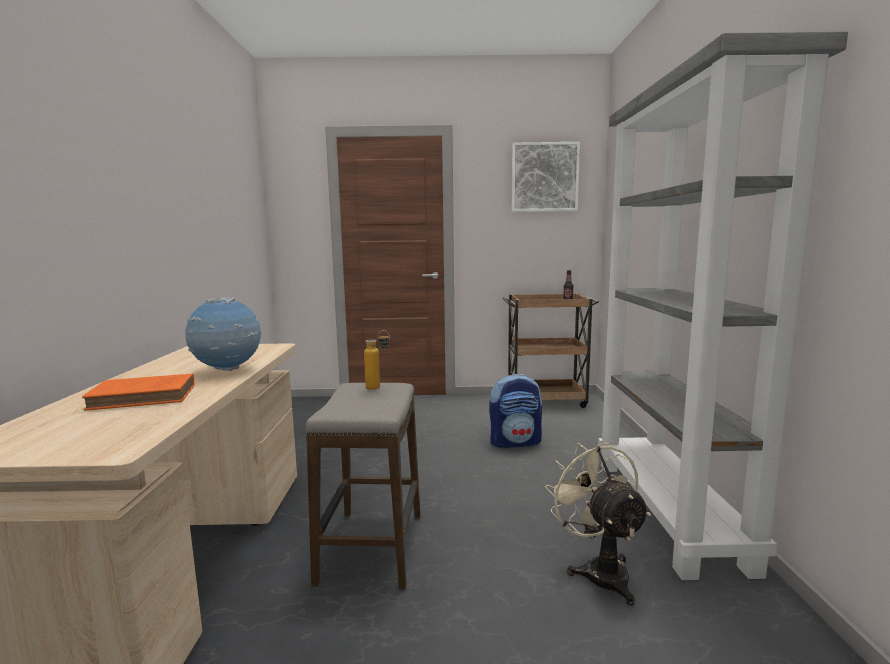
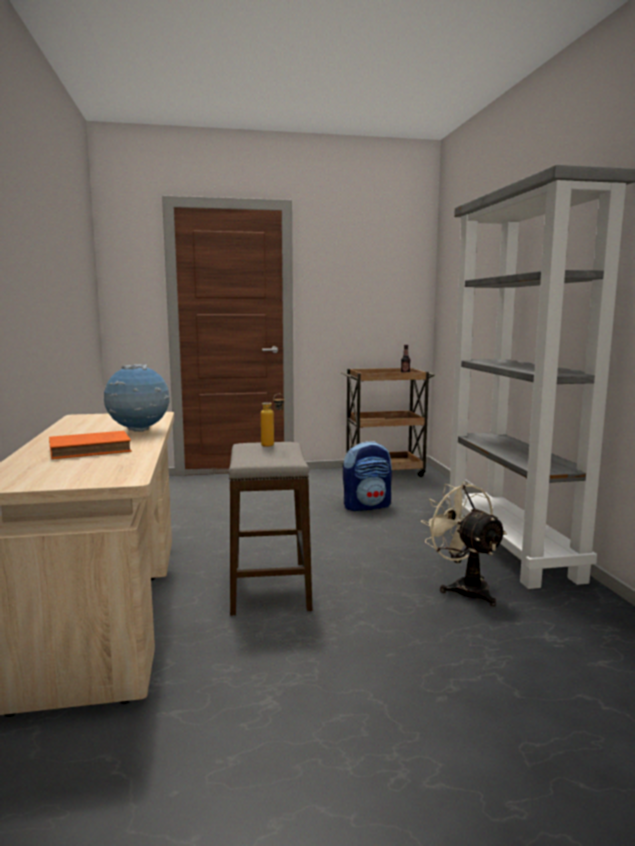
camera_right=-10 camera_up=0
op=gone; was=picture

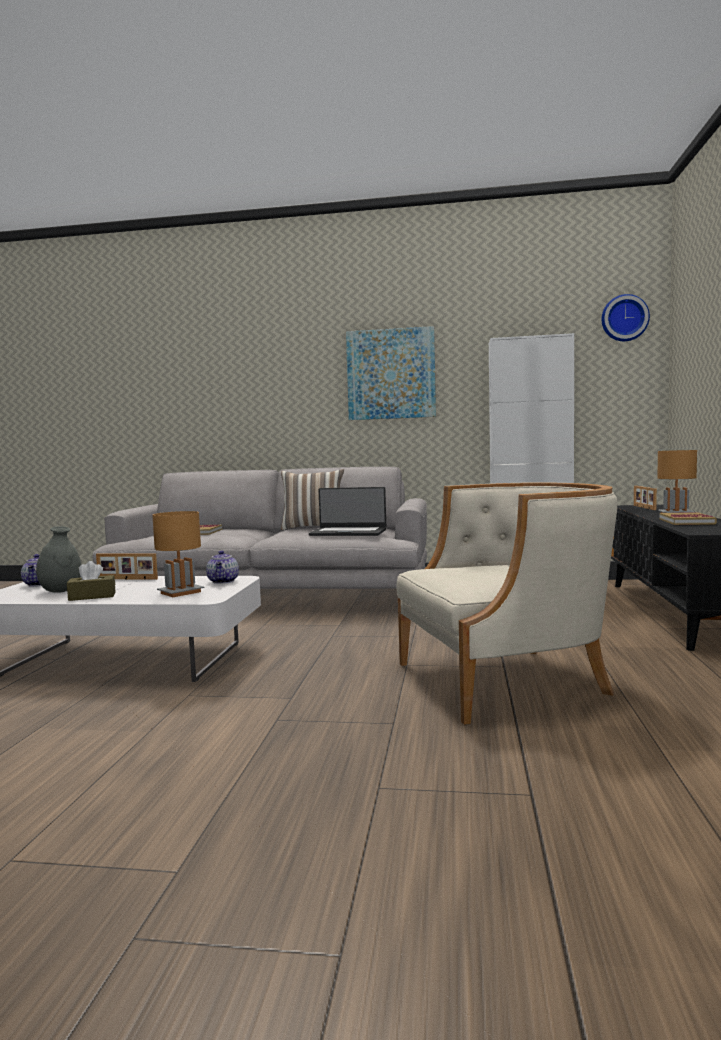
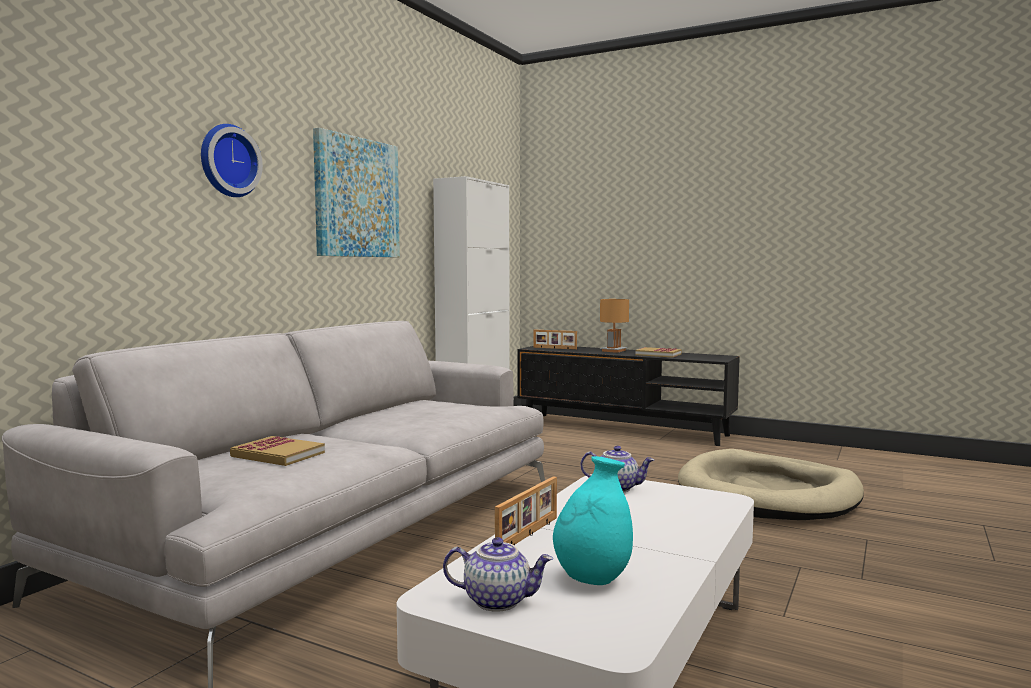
camera_right=-70 camera_up=0
op=shifted; was=wall clock
op=repainted; was=vase in grey; now=vase in turquoise
op=swapped; was=armchair in beige; now=dog bed in beige
op=gone; was=tissue box in brown
op=gone; was=table lamp in brown (no. 1 from left)
op=gone; was=pillow
op=gone; was=laptop

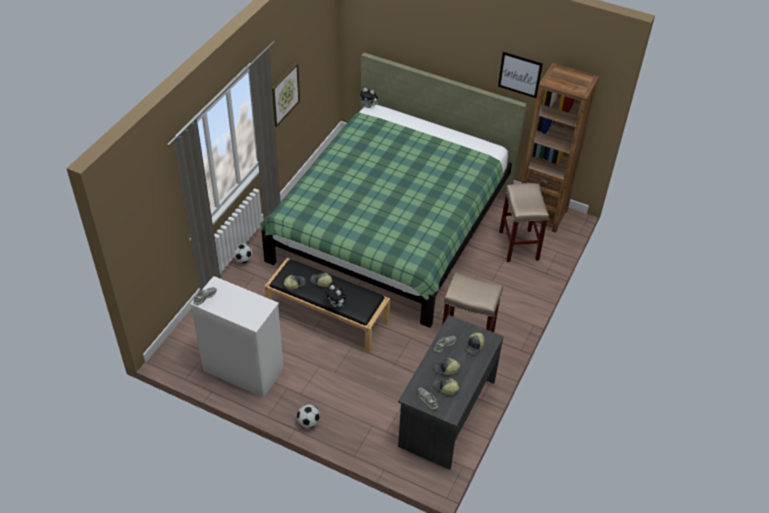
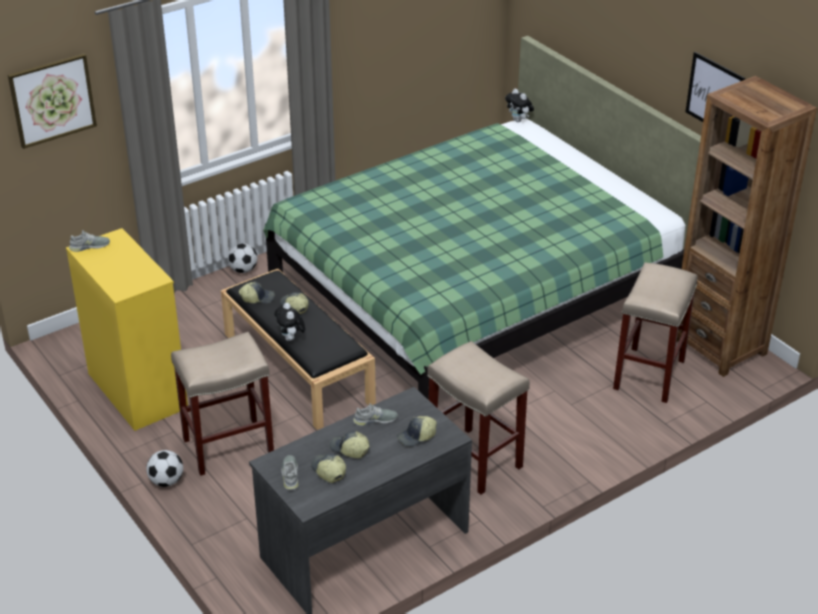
camera_right=30 camera_up=-10
op=shifted; was=picture (no. 1 from left)
op=repainted; was=dresser in white; now=dresser in yellow
op=new; now=stool in beige (no. 1 from left)

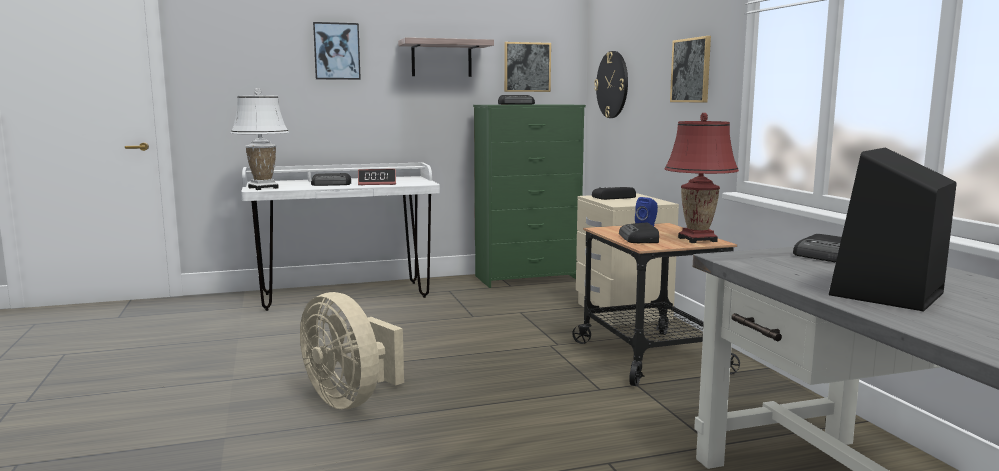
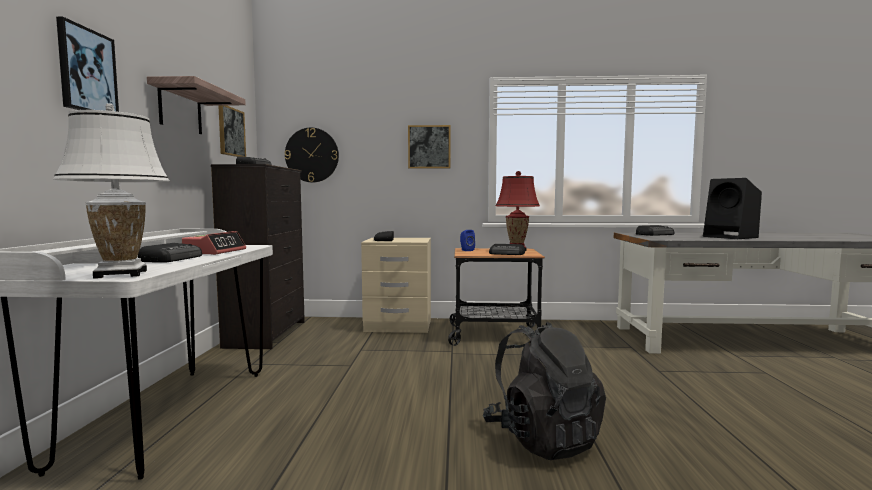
camera_right=-70 camera_up=-5
op=repainted; was=dresser in green; now=dresser in black
op=swapped; was=fan in beige; now=backpack in black

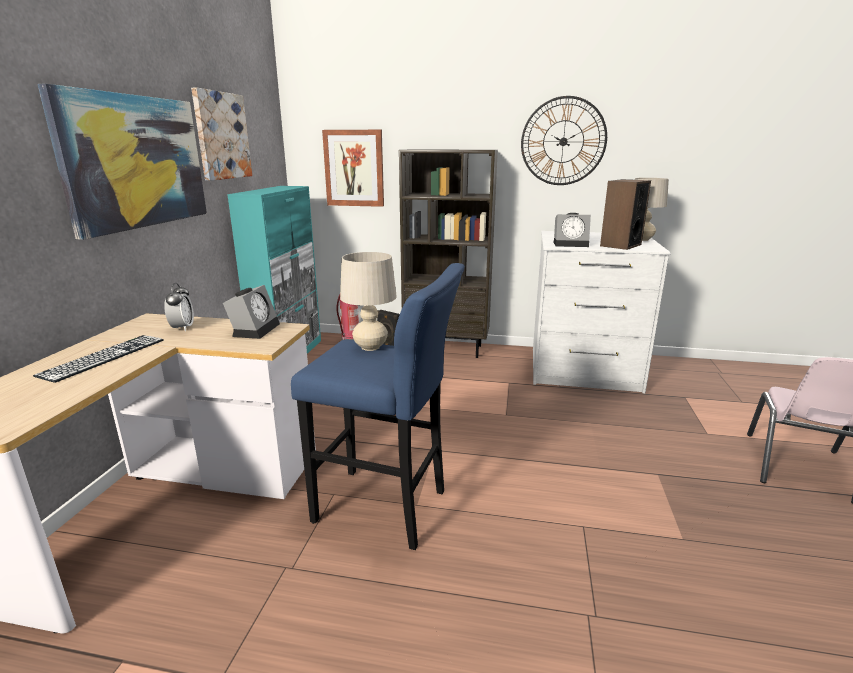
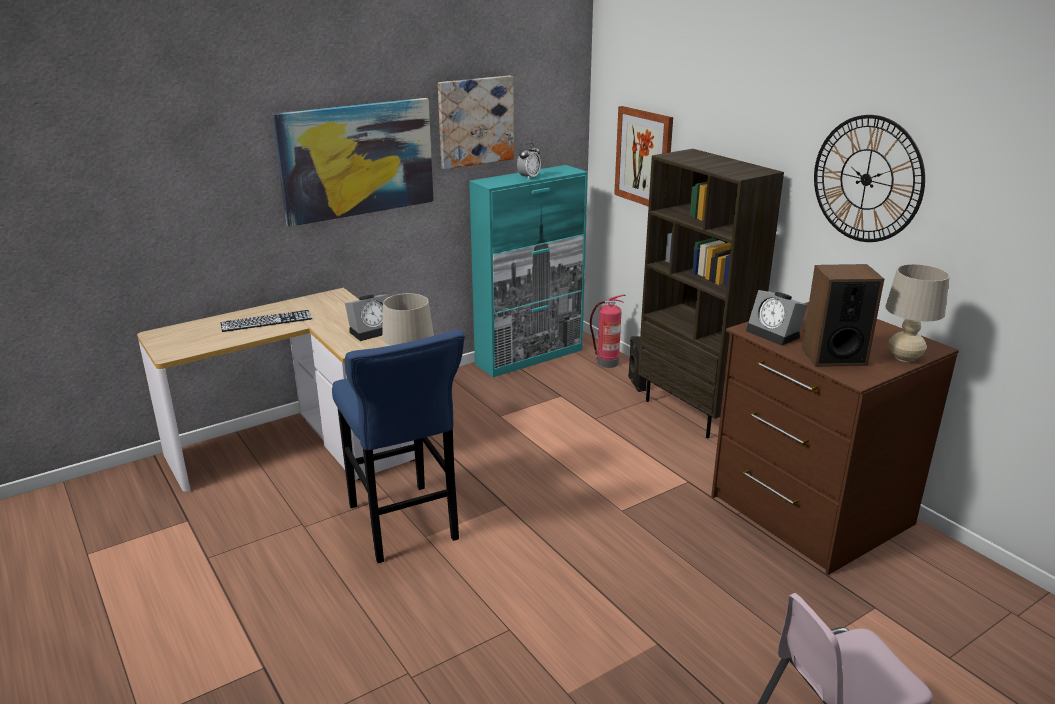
camera_right=45 camera_up=5
op=shifted; was=alarm clock (no. 1 from left in the first image); now=alarm clock (no. 2 from left)
op=repainted; was=dresser in white; now=dresser in brown

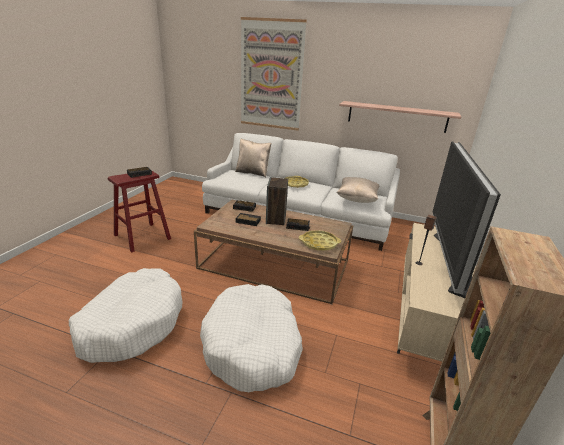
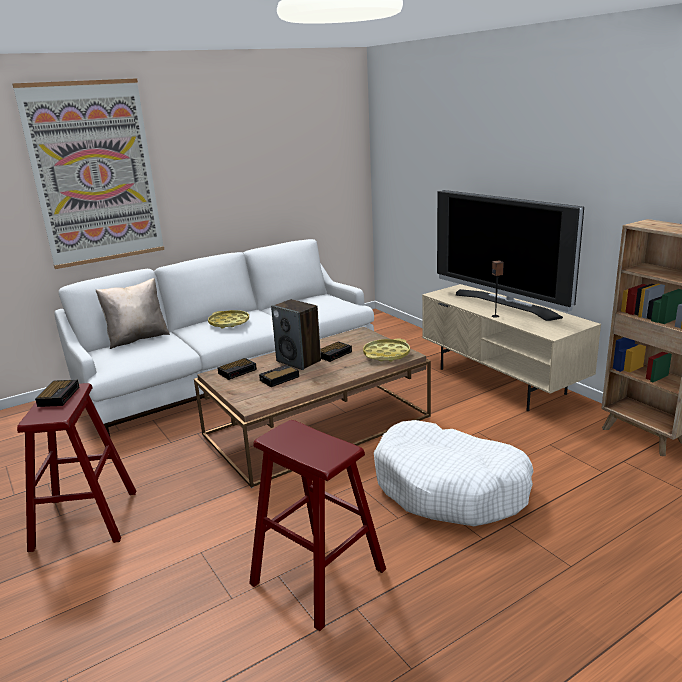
camera_right=-50 camera_up=-5
op=swapped; was=dog bed in white (no. 1 from left); now=stool in red (no. 2 from left)
op=gone; was=pillow in beige (no. 2 from left)
op=gone; was=shelf

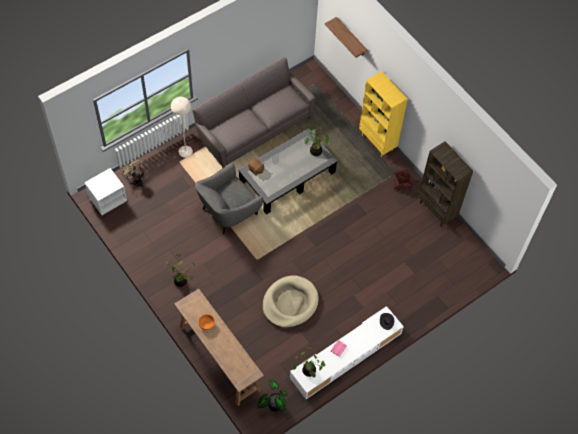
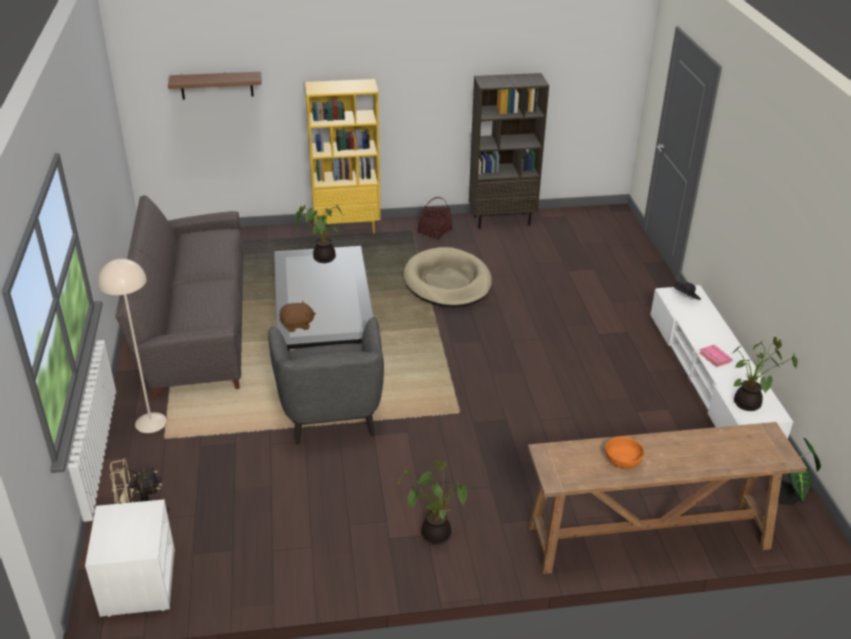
camera_right=-60 camera_up=-25
op=shifted; was=dog bed in beige

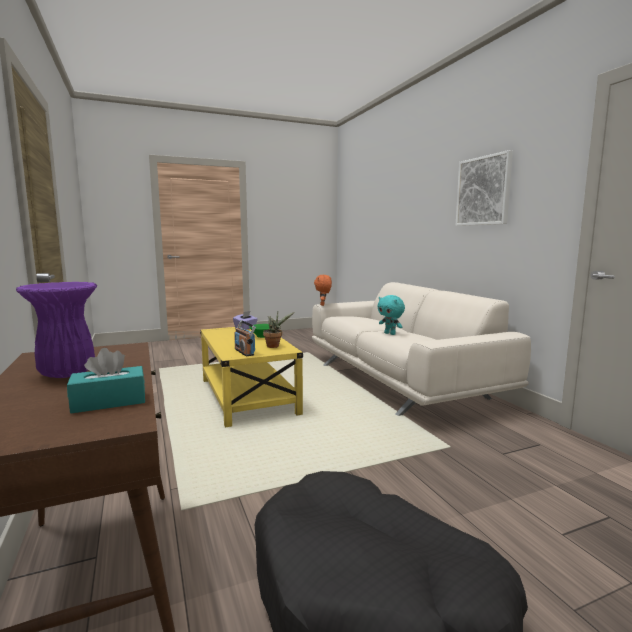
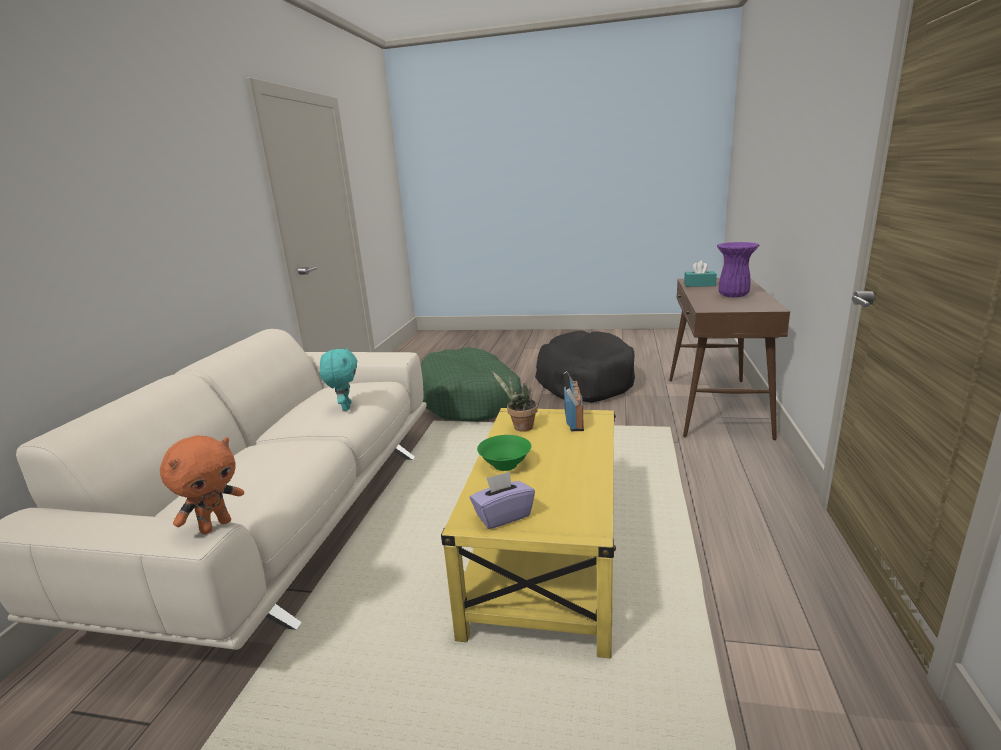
camera_right=-145 camera_up=10
op=new; now=dog bed in green
op=gone; was=picture

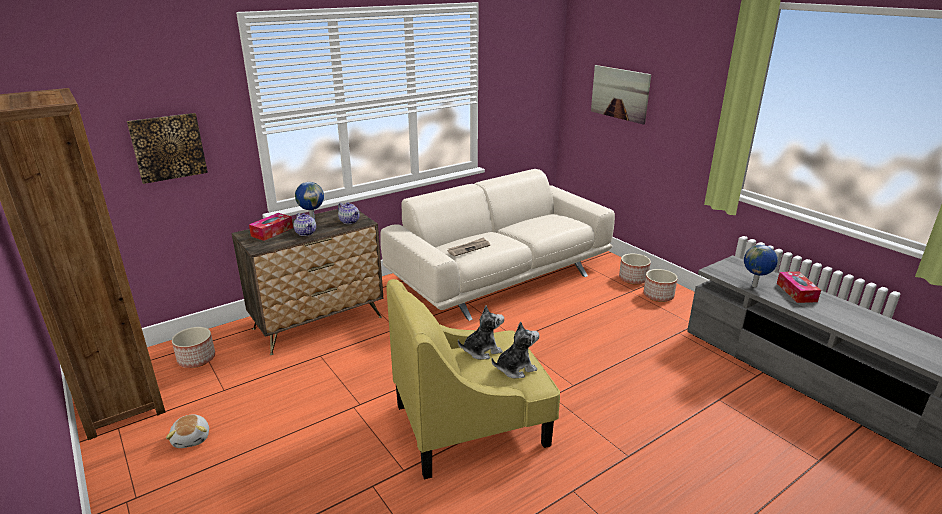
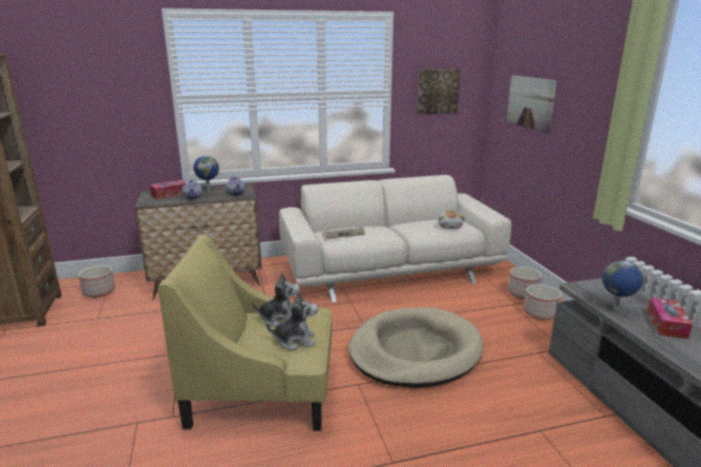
camera_right=20 camera_up=-5
op=new; now=dog bed in beige
op=shifted; was=picture (no. 1 from left)
op=shifted; was=plush toy (no. 1 from left in the first image); now=plush toy (no. 3 from left)

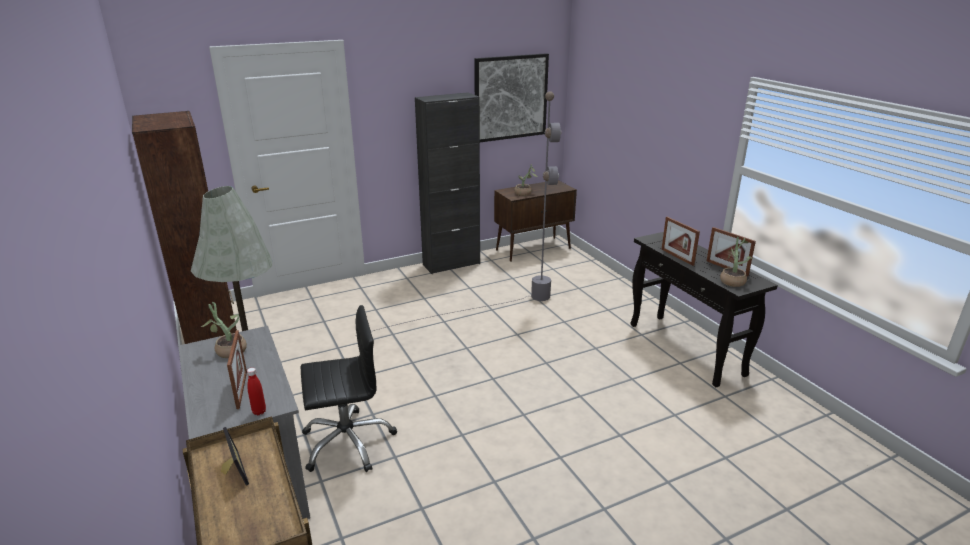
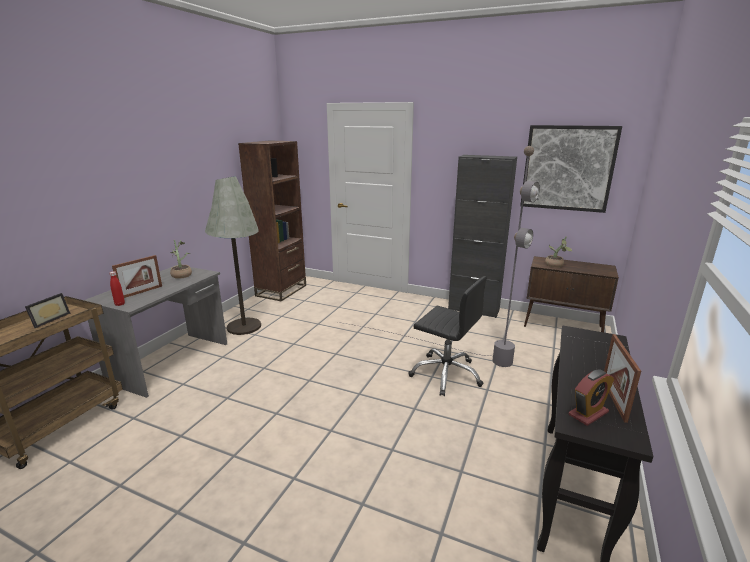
camera_right=50 camera_up=-5
op=shifted; was=office chair in black
op=swapped; was=potted plant (no. 3 from left); now=alarm clock
op=gone; was=picture frame (no. 3 from left)

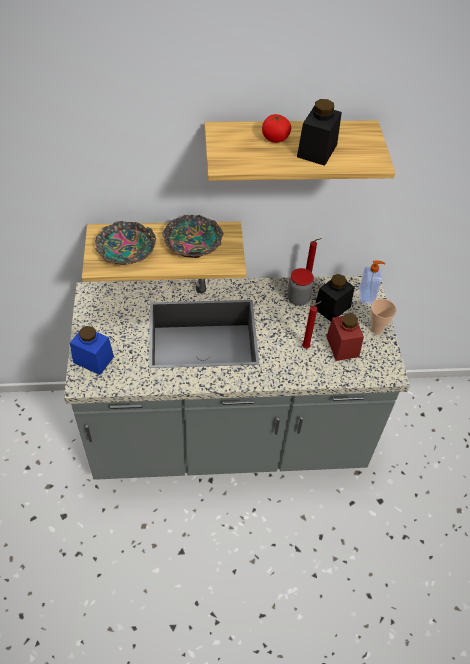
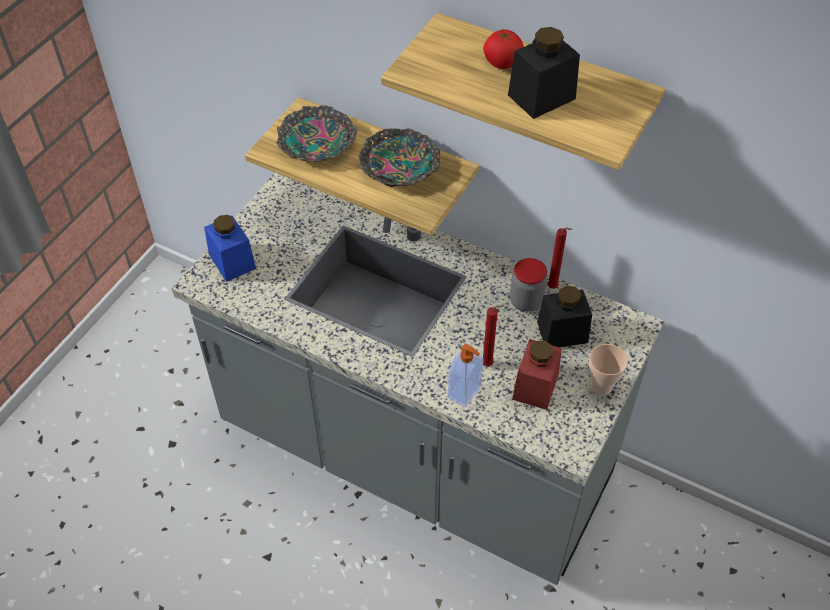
camera_right=35 camera_up=0
op=shifted; was=soap dispenser

